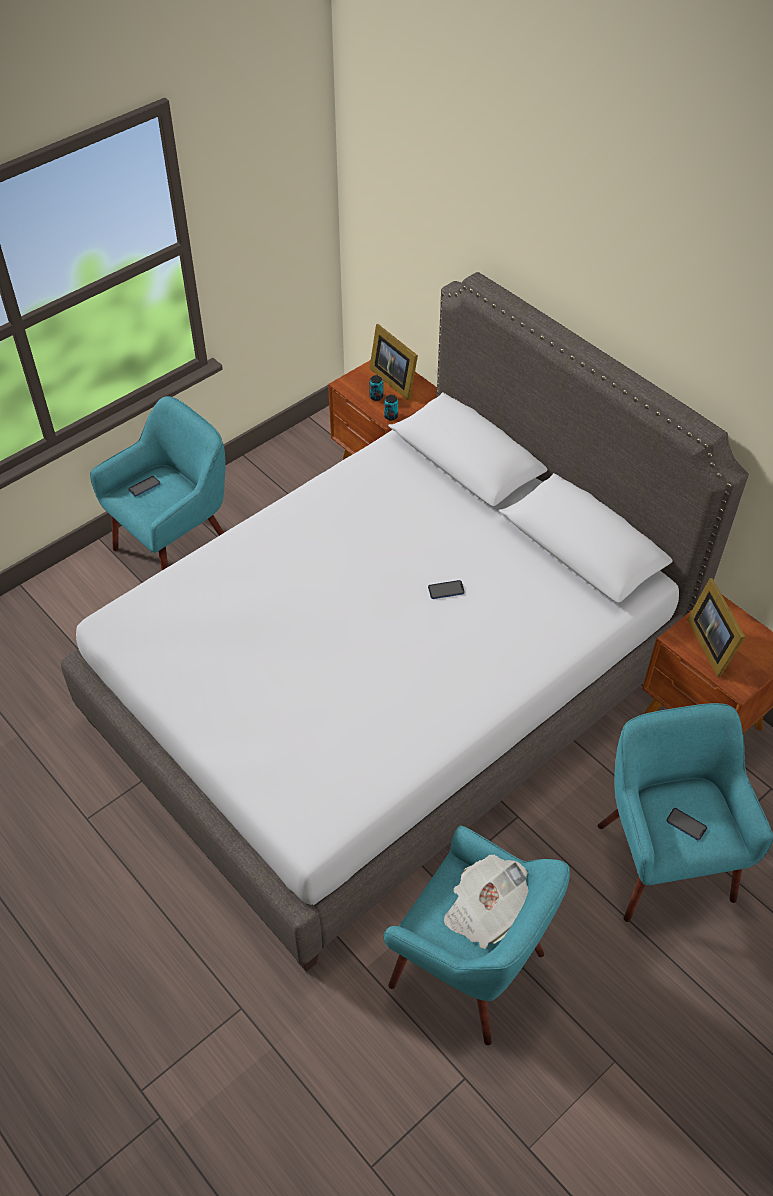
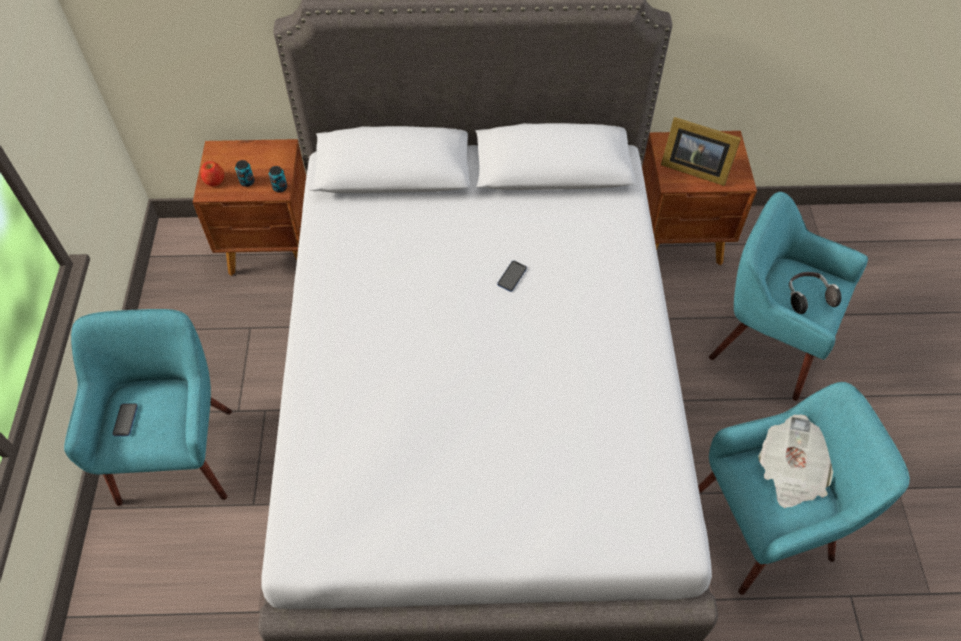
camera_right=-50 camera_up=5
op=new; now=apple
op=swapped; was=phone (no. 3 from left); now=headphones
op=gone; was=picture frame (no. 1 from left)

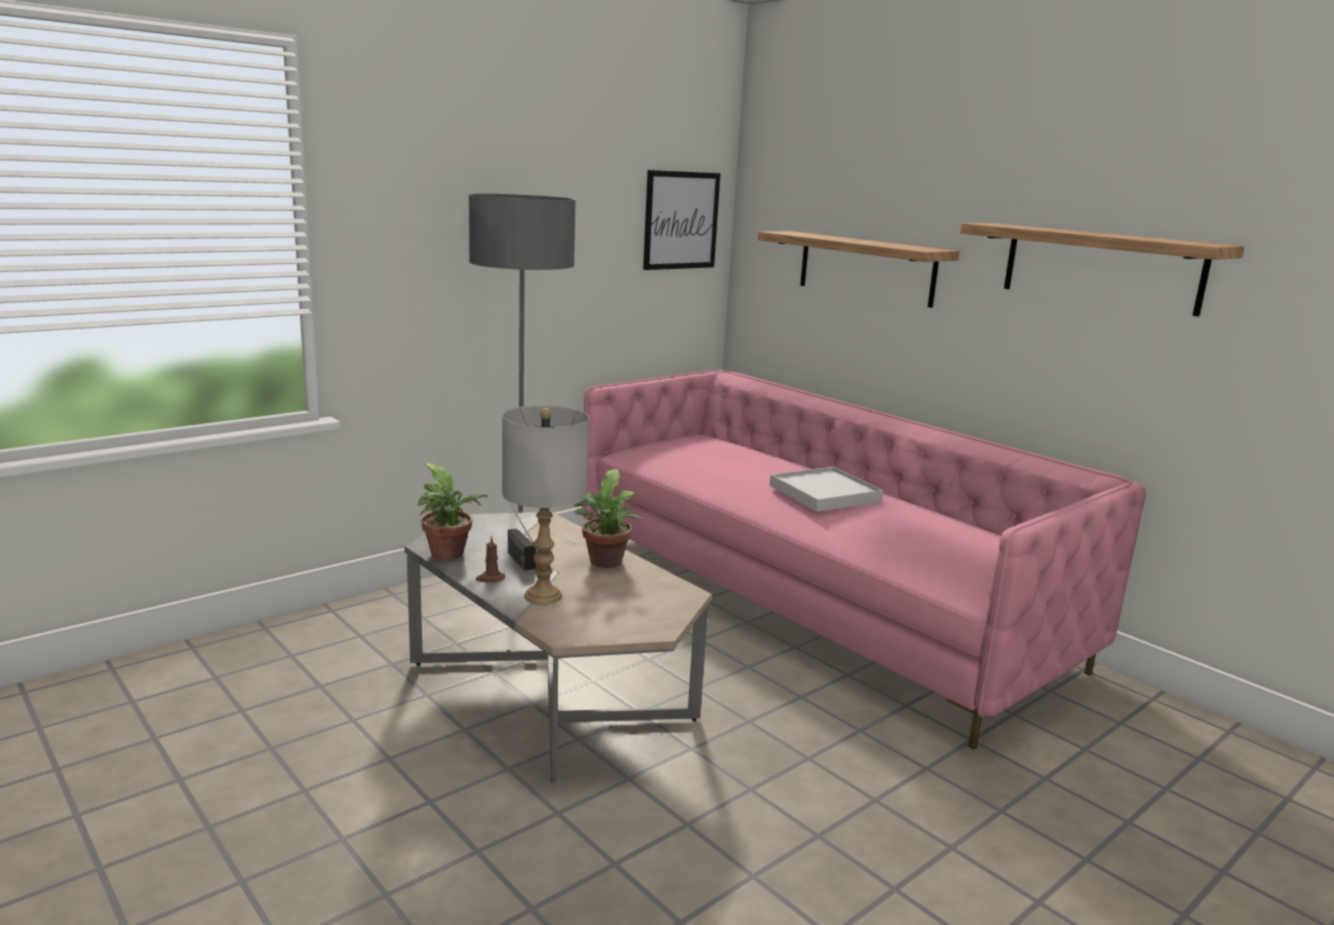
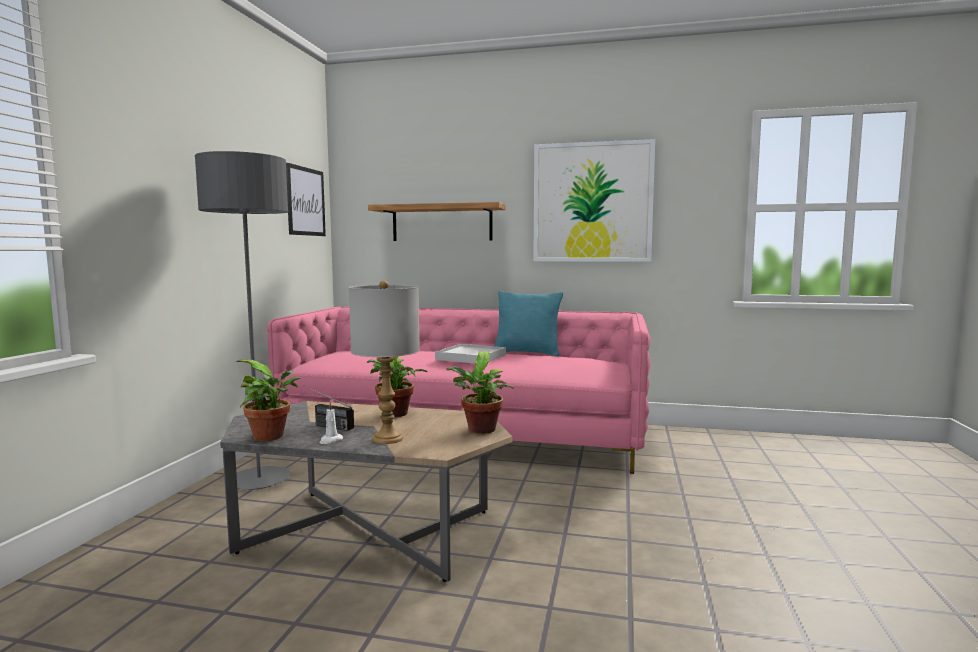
camera_right=-35 camera_up=-10
op=repainted; was=candle in brown; now=candle in white
op=new; now=potted plant (no. 3 from left)
op=new; now=pillow in turquoise
op=swapped; was=shelf (no. 2 from left); now=picture (no. 2 from left)

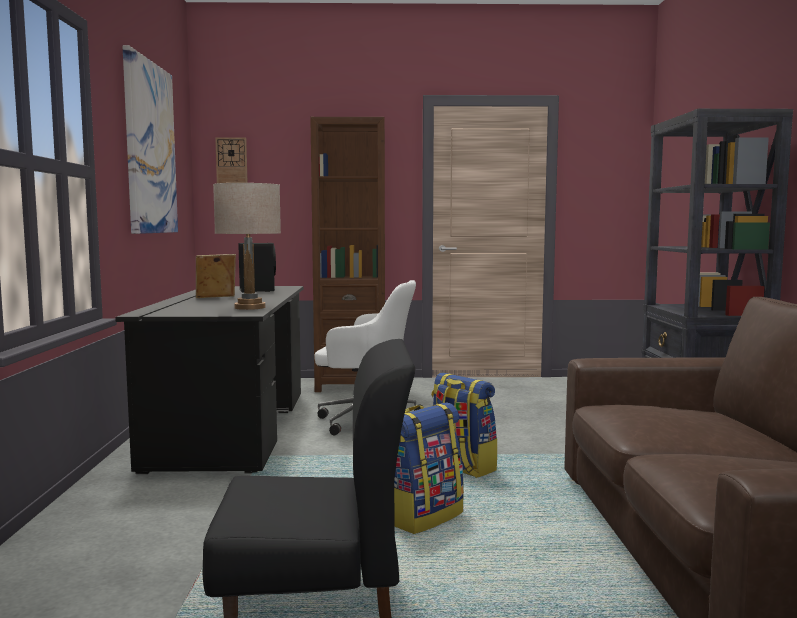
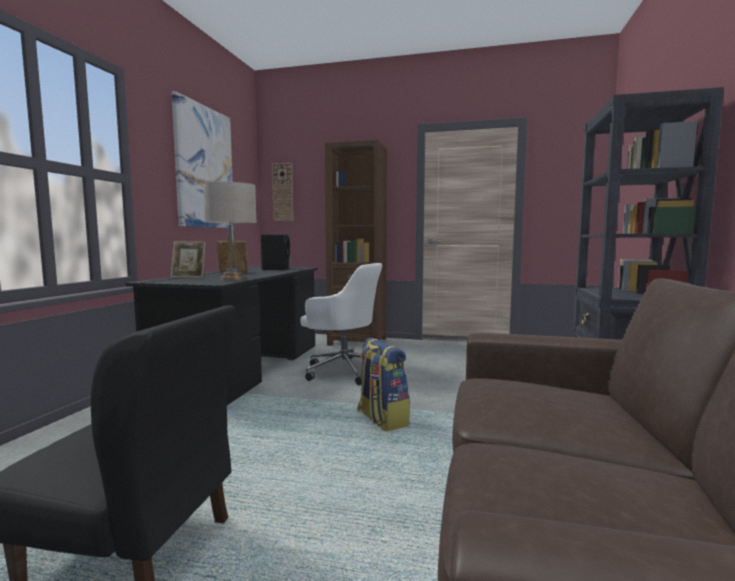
camera_right=15 camera_up=0
op=new; now=picture frame (no. 1 from left)
op=gone; was=backpack (no. 1 from left)

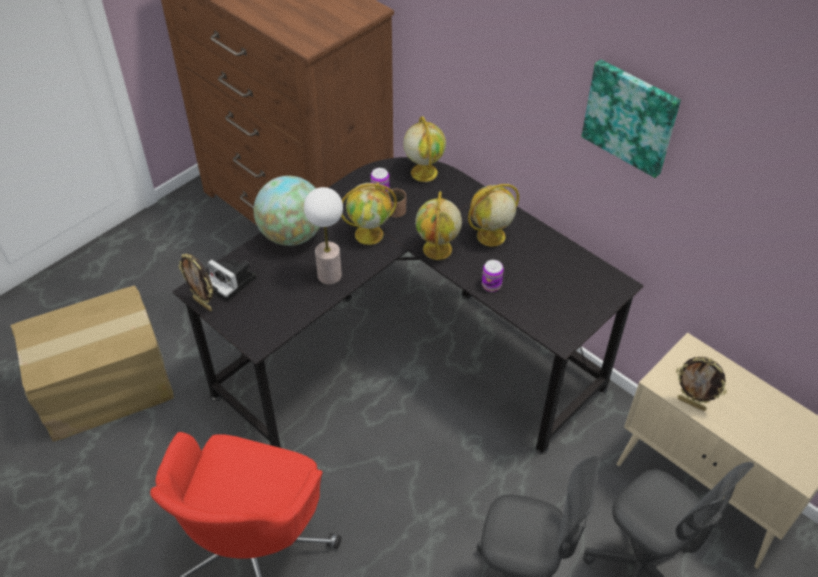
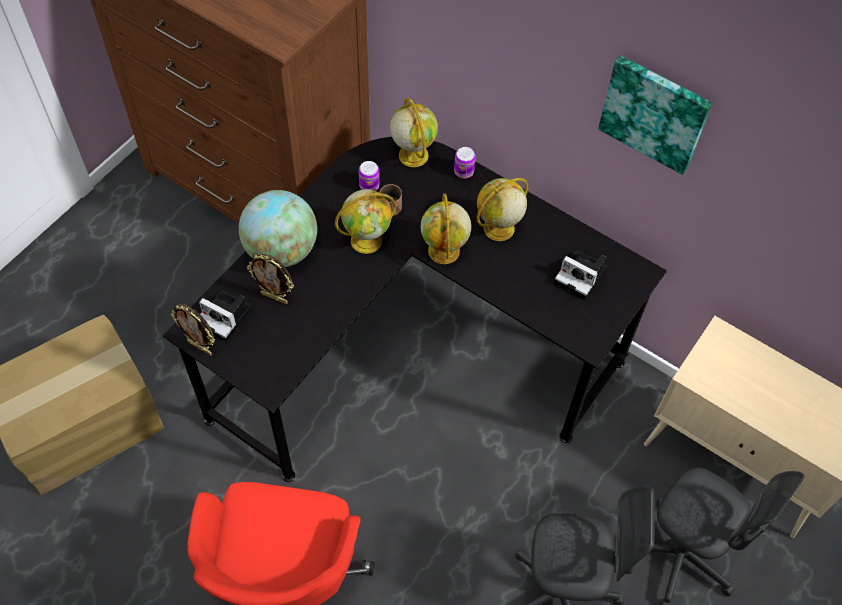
camera_right=-10 camera_up=10
op=shifted; was=picture frame (no. 2 from left)
op=shifted; was=can (no. 2 from left)
op=new; now=photo camera (no. 2 from left)
op=gone; was=table lamp

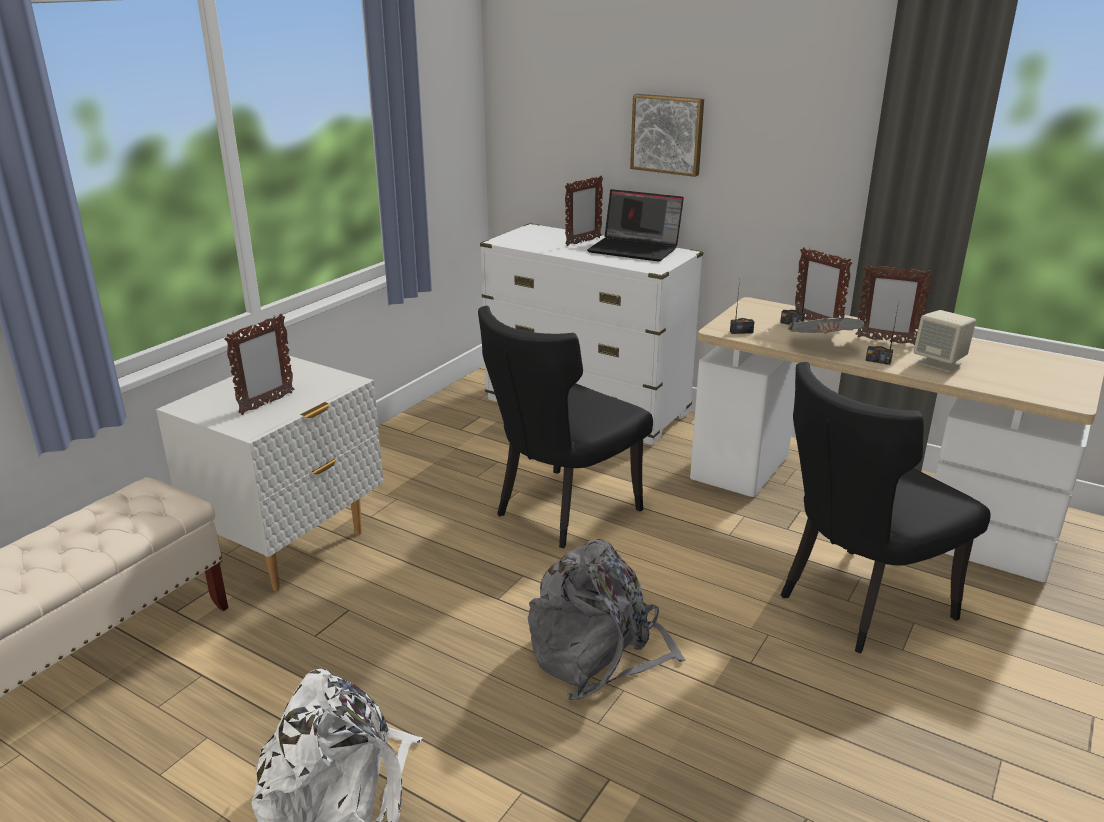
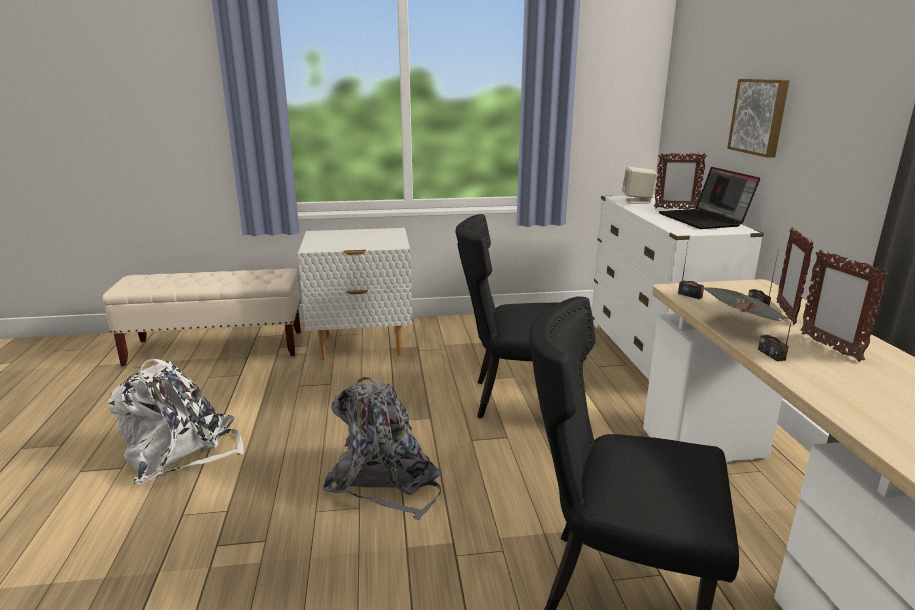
camera_right=50 camera_up=-5
op=shifted; was=speaker in beige
op=gone; was=picture frame (no. 1 from left)

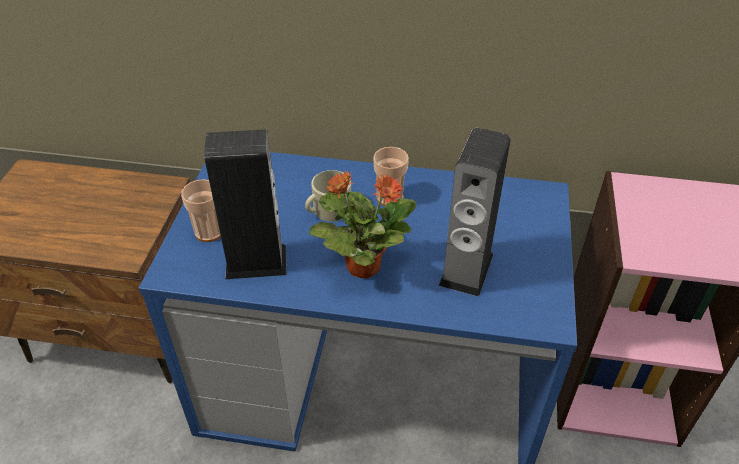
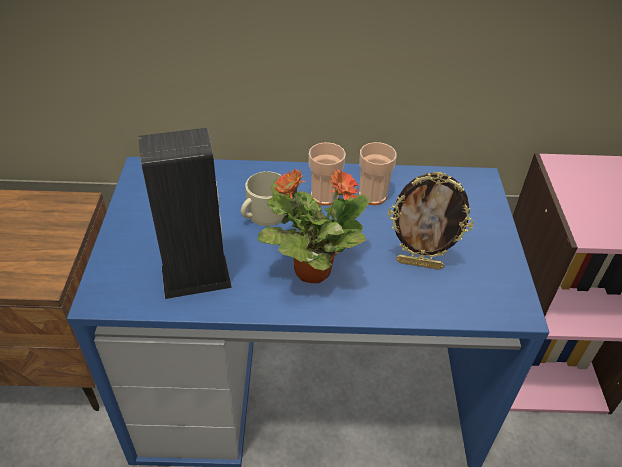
camera_right=-10 camera_up=0
op=shifted; was=cup (no. 1 from left in the first image); now=cup (no. 2 from left)
op=swapped; was=speaker (no. 2 from left); now=picture frame

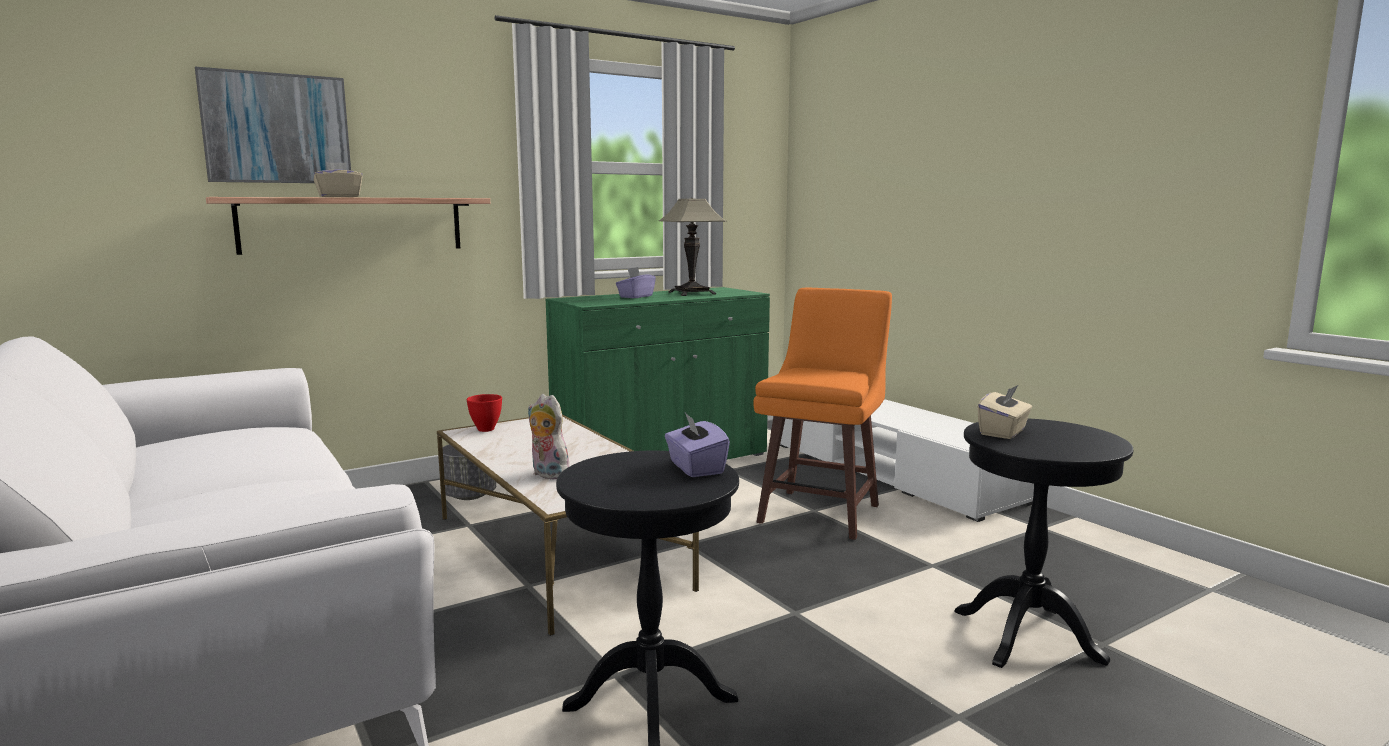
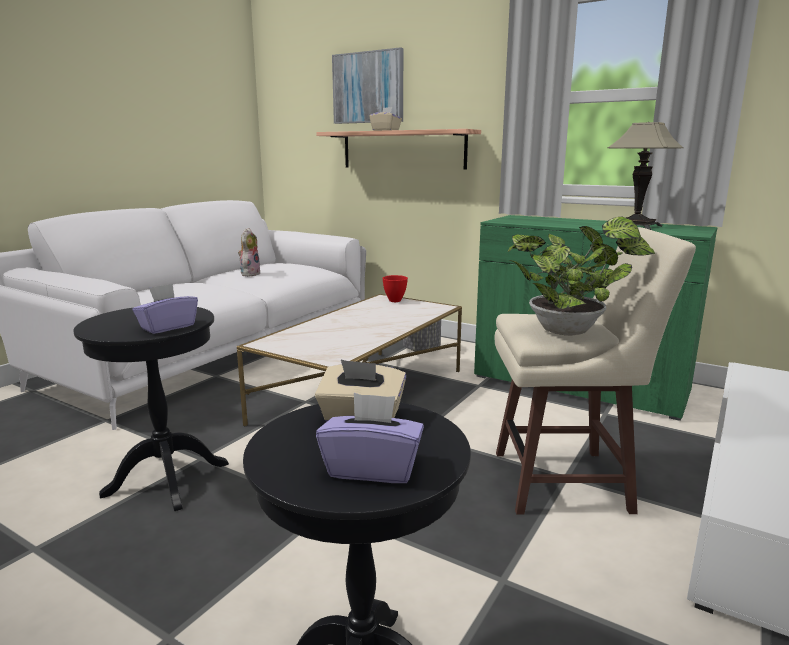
camera_right=65 camera_up=5
op=shifted; was=plush toy
op=shifted; was=tissue box in purple (no. 1 from left in the first image); now=tissue box in purple (no. 2 from left)
op=repainted; was=stool in orange; now=stool in beige
op=new; now=potted plant

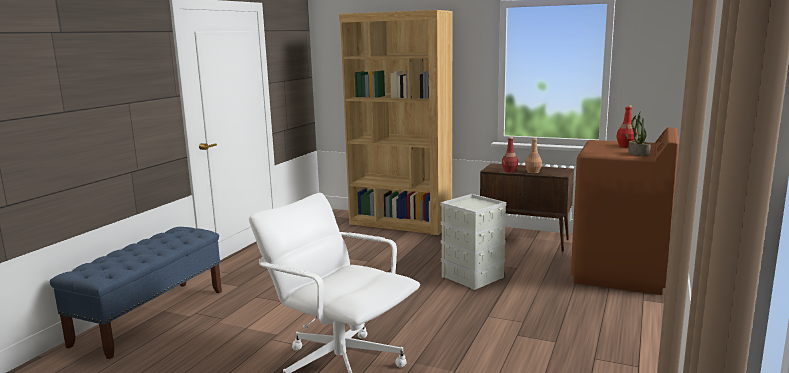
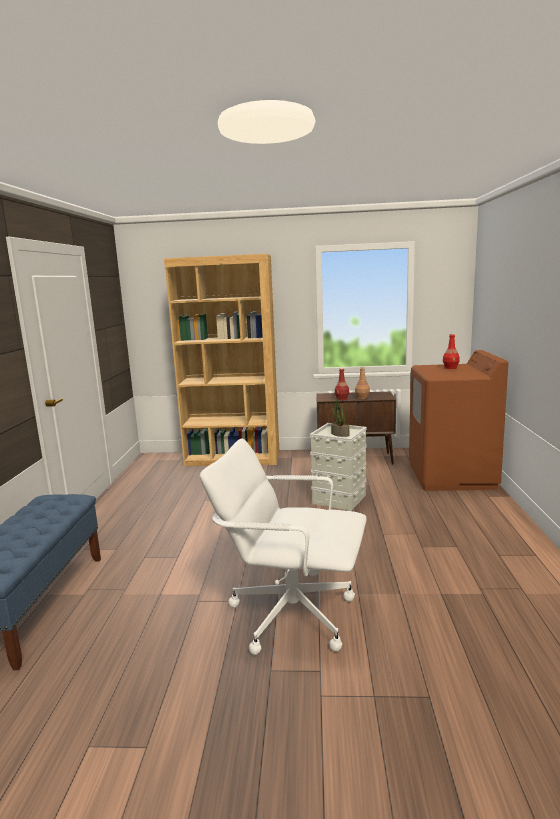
camera_right=-20 camera_up=0
op=shifted; was=potted plant

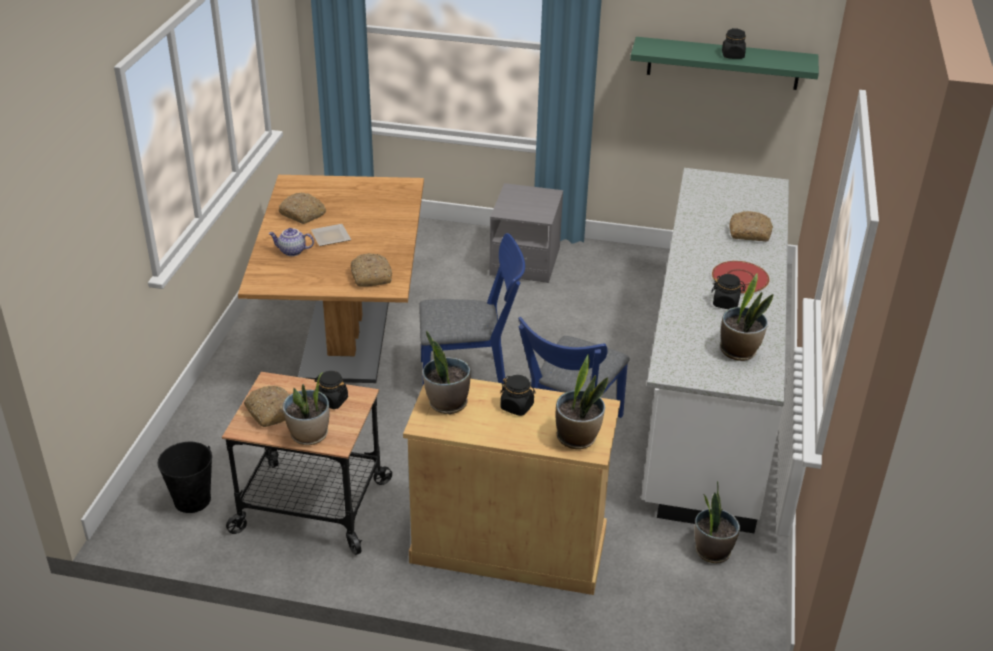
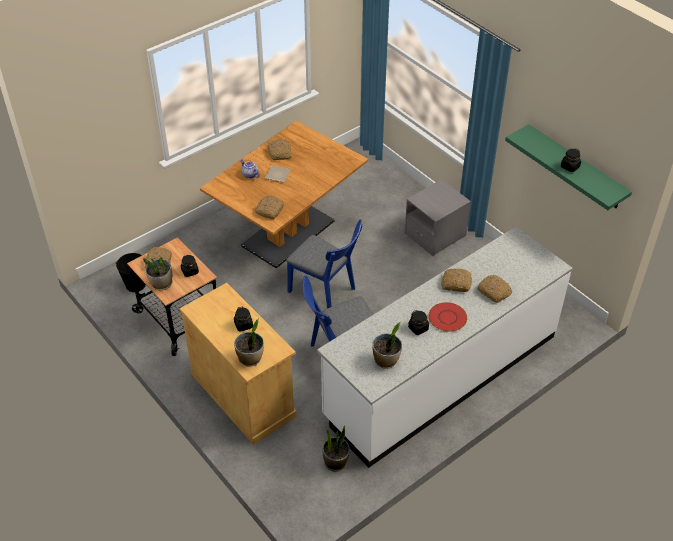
camera_right=40 camera_up=10
op=new; now=bread (no. 4 from left)
op=gone; was=potted plant (no. 2 from left)

